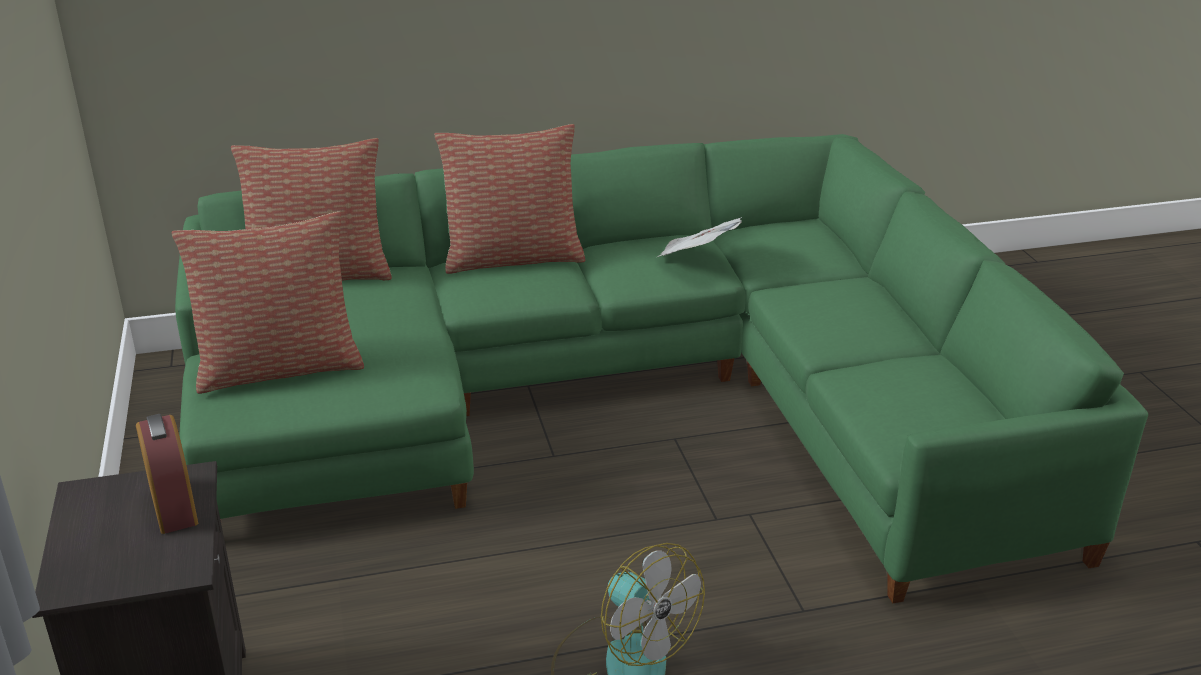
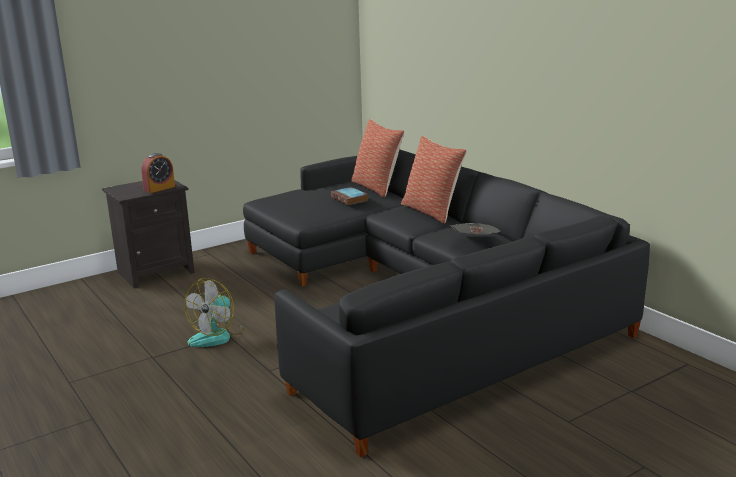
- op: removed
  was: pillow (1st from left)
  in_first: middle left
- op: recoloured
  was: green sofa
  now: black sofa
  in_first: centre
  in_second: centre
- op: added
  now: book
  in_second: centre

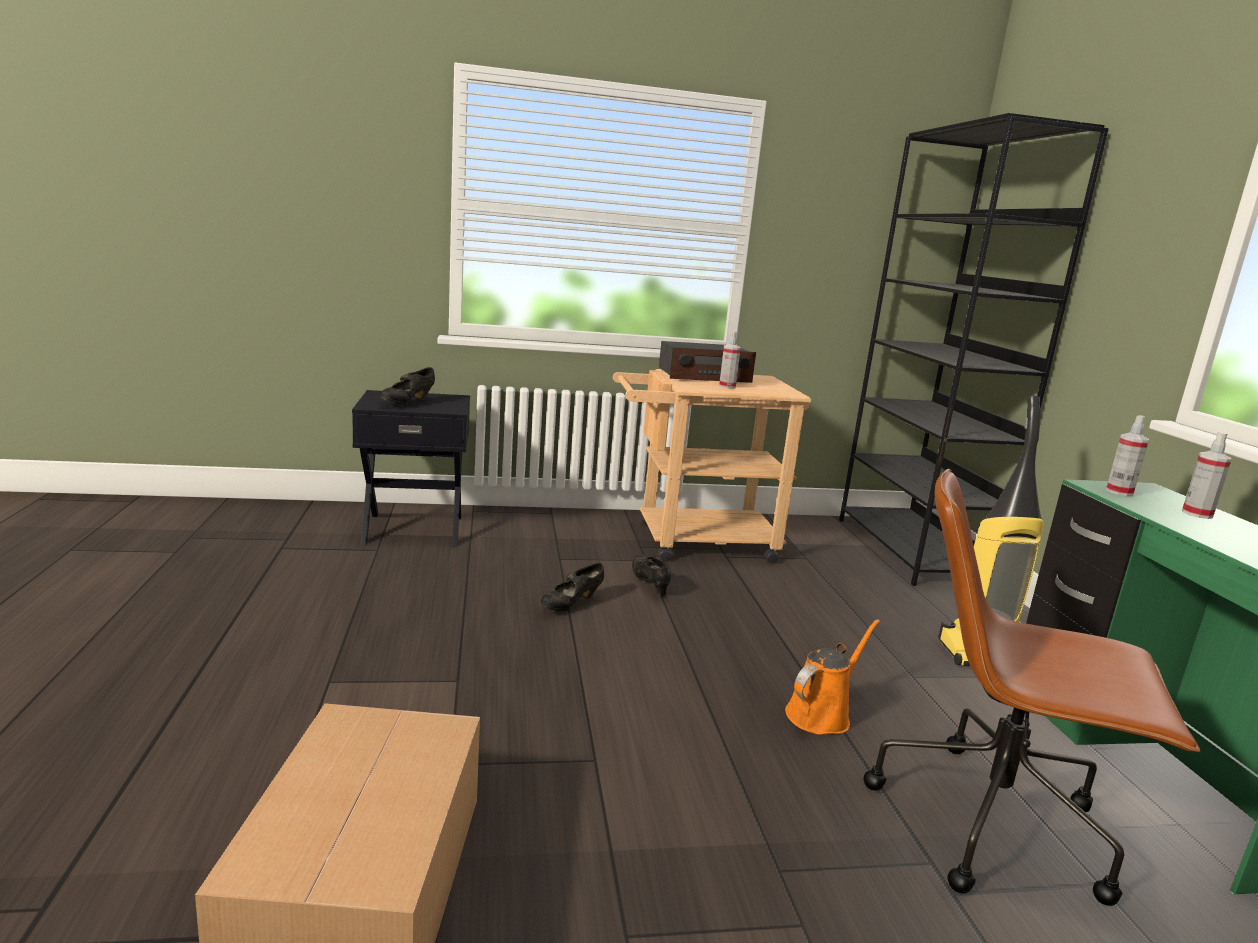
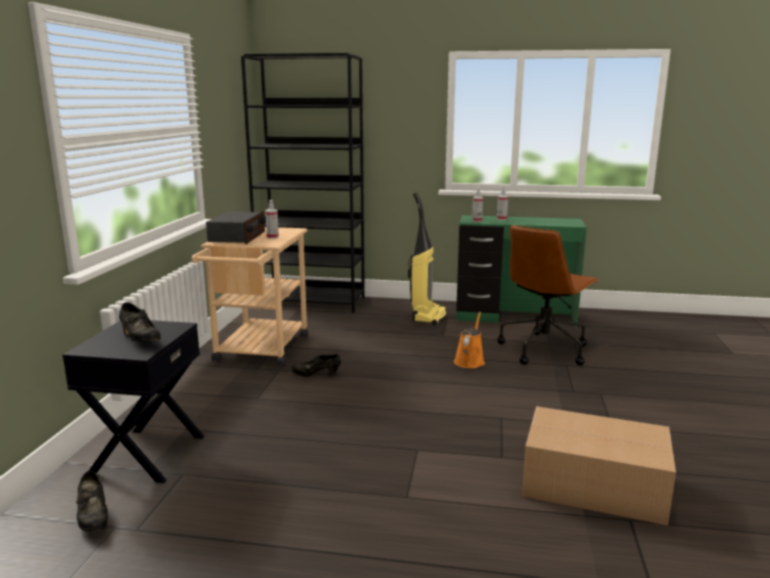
- op: moved
  was: black shoe (2nd from left in the first image)
  now: black shoe (1st from left)
  in_first: centre
  in_second: bottom left
- op: turned
  was: orange watering can
  in_first: bottom centre
  in_second: centre
  clockwise: 45

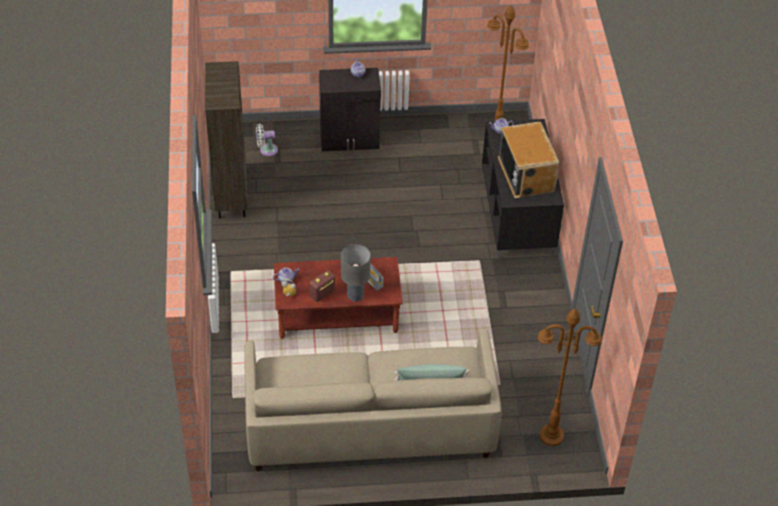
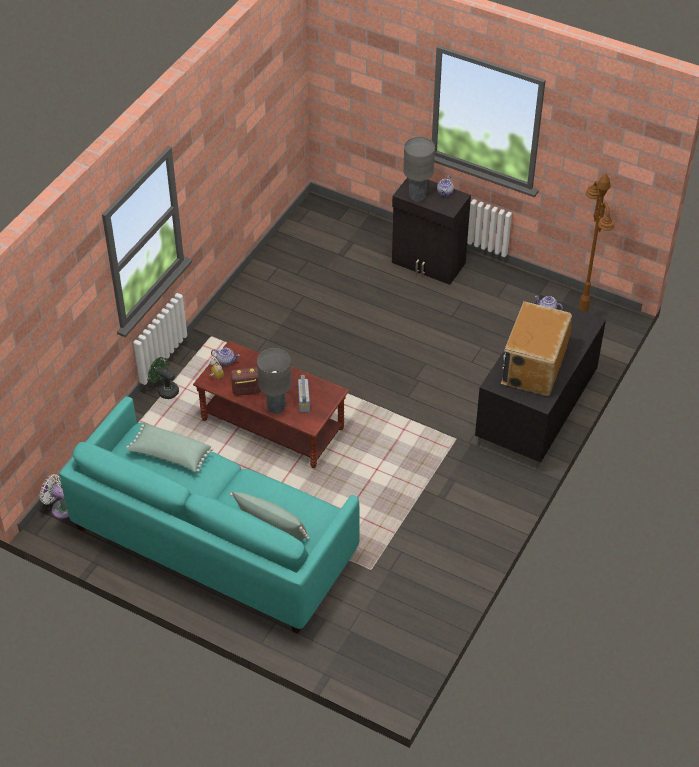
- op: removed
  was: brown bookcase
  in_first: top left
- op: recoloured
  was: beige sofa
  now: turquoise sofa
  in_first: bottom centre
  in_second: bottom left
- op: moved
  was: white fan
  in_first: top centre
  in_second: middle left
- op: removed
  was: brown floor lamp (2nd from left)
  in_first: bottom right
- op: added
  now: green pillow (1st from left)
  in_second: middle left
- op: added
  now: green fan
  in_second: middle left
- op: added
  now: grey table lamp (2nd from left)
  in_second: top centre

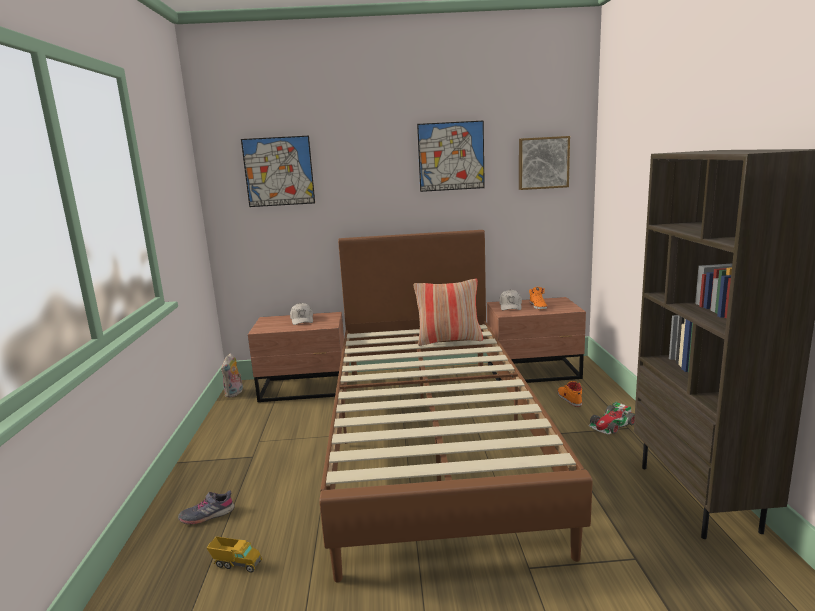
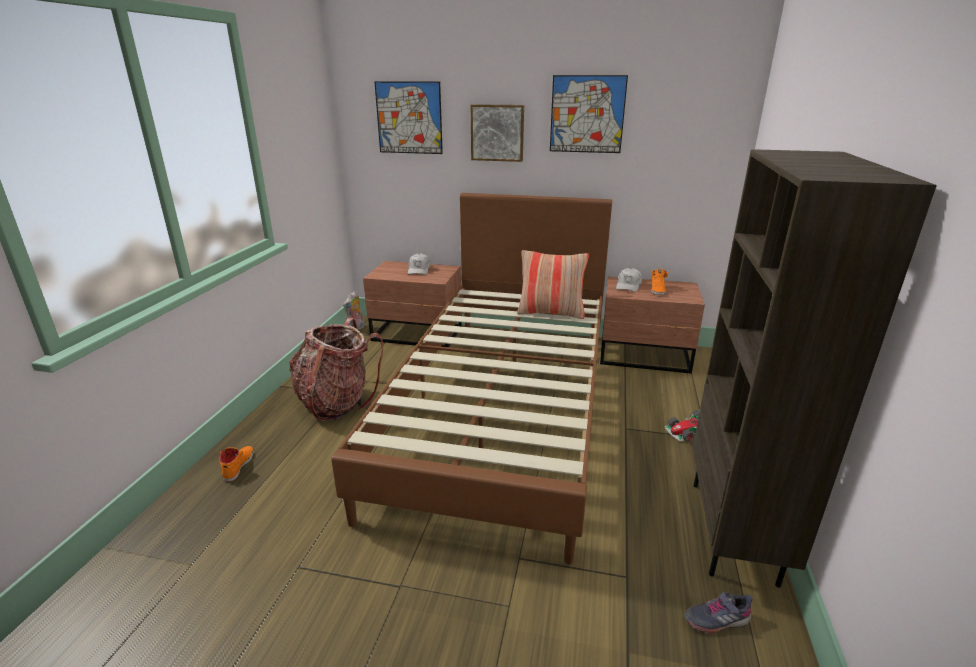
- op: moved
  was: grey shoe
  in_first: bottom left
  in_second: bottom right
- op: removed
  was: toy truck
  in_first: bottom left
- op: moved
  was: picture (3rd from left in the first image)
  now: picture (2nd from left)
  in_first: top right
  in_second: top centre
- op: moved
  was: orange shoe (2nd from left in the first image)
  now: orange shoe (1st from left)
  in_first: middle right
  in_second: bottom left
- op: added
  now: backpack
  in_second: centre

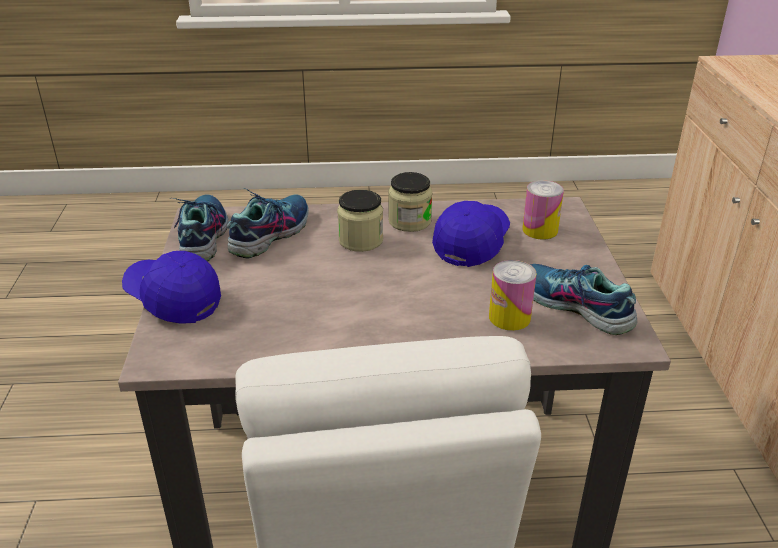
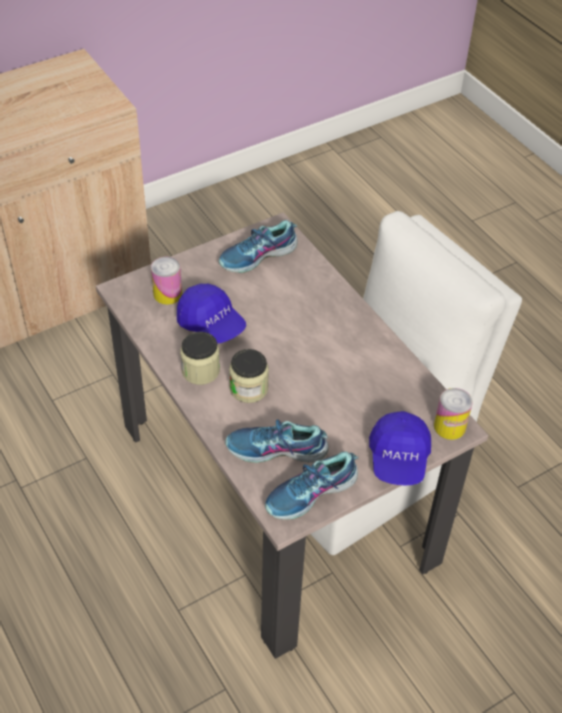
- op: turned
  was: blue cap (2nd from left in the first image)
  in_first: centre
  in_second: centre
  clockwise: -135
- op: moved
  was: can (1st from left in the first image)
  now: can (2nd from left)
  in_first: centre
  in_second: middle right
- op: turned
  was: shoe (3rd from left in the first image)
  in_first: middle right
  in_second: centre
  clockwise: 45

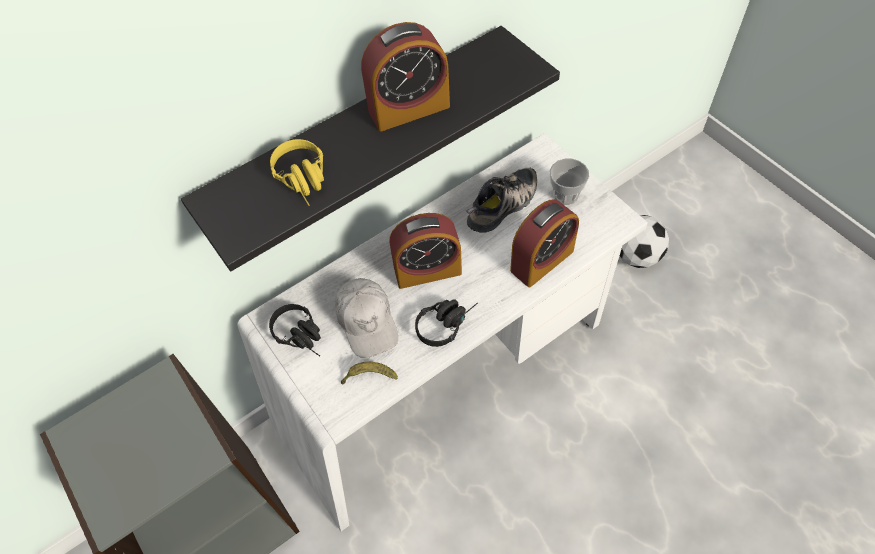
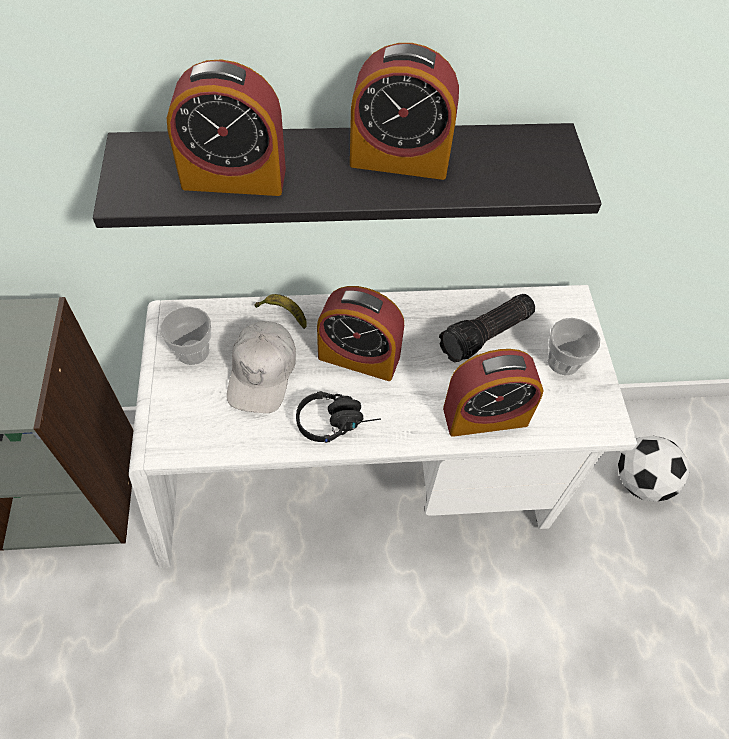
- op: replaced
  was: black headphones (1st from left)
  now: cup (1st from left)
  in_first: centre
  in_second: middle left
- op: replaced
  was: yellow headphones
  now: alarm clock (1st from left)
  in_first: top centre
  in_second: top left
- op: moved
  was: banana
  in_first: bottom centre
  in_second: centre
- op: replaced
  was: shoe
  now: flashlight
  in_first: centre
  in_second: middle right

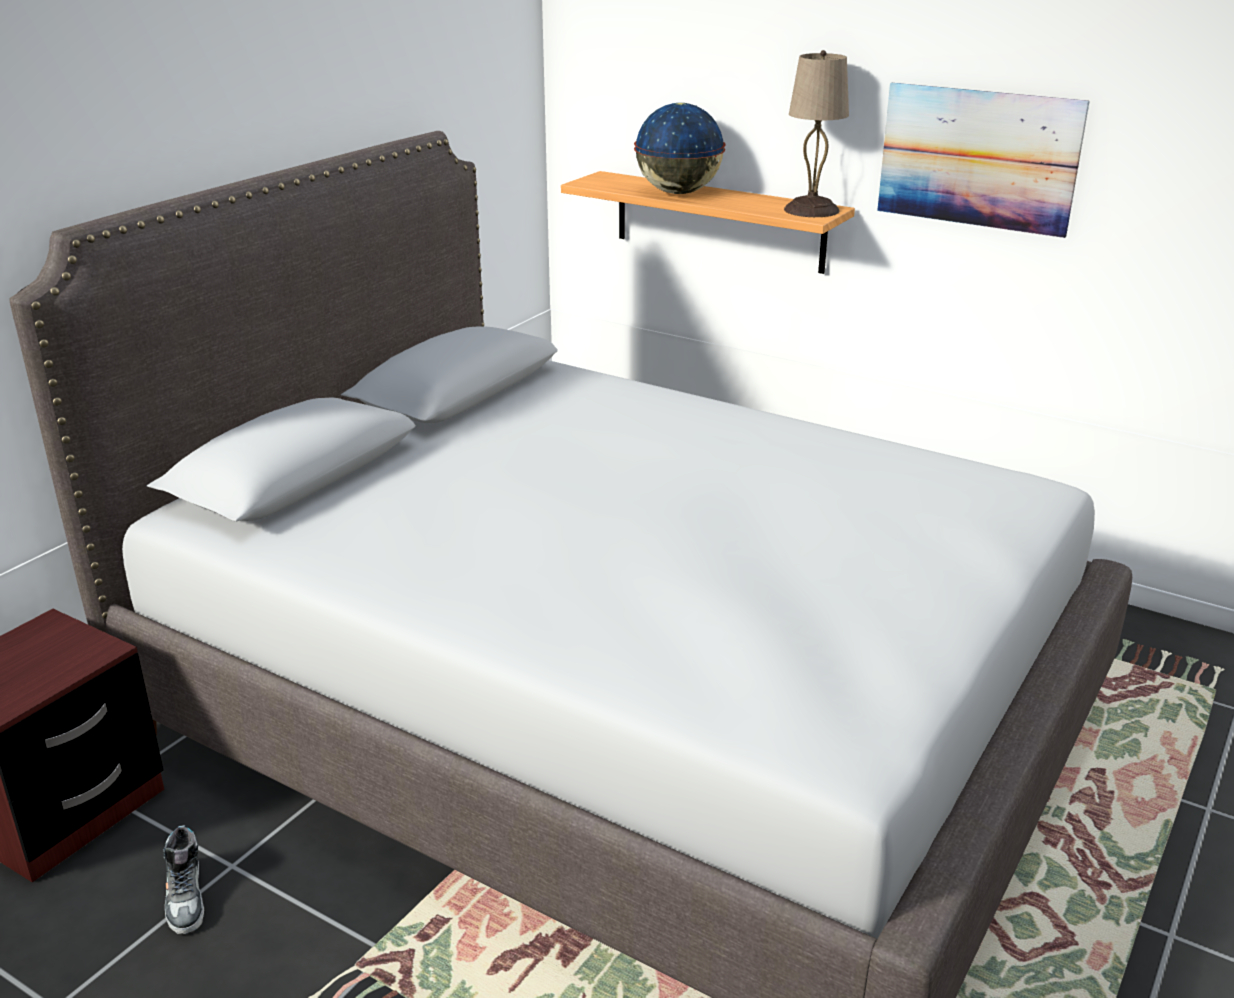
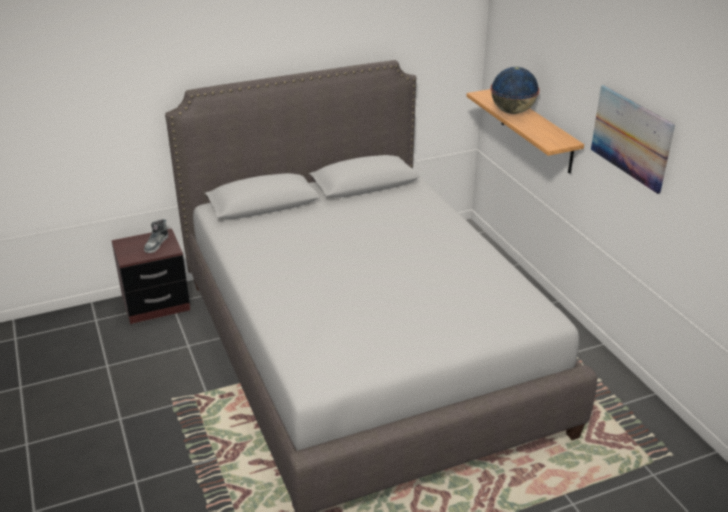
- op: moved
  was: shoe
  in_first: bottom left
  in_second: middle left
- op: removed
  was: beige table lamp
  in_first: top centre

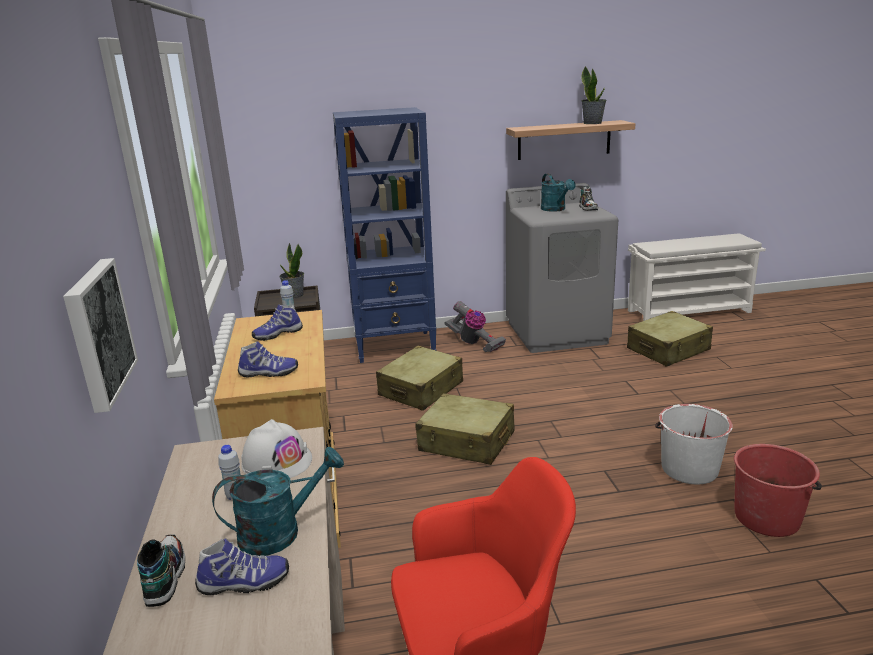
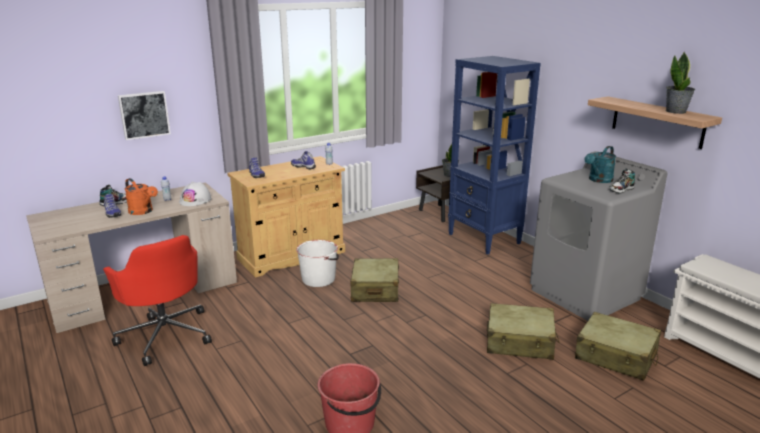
- op: recoloured
  was: turquoise watering can (1st from left)
  now: orange watering can
  in_first: bottom left
  in_second: middle left
- op: moved
  was: beige suitcase (1st from left in the first image)
  now: beige suitcase (2nd from left)
  in_first: centre
  in_second: bottom right
- op: removed
  was: vacuum cleaner
  in_first: centre
- op: moved
  was: white bucket
  in_first: bottom right
  in_second: centre

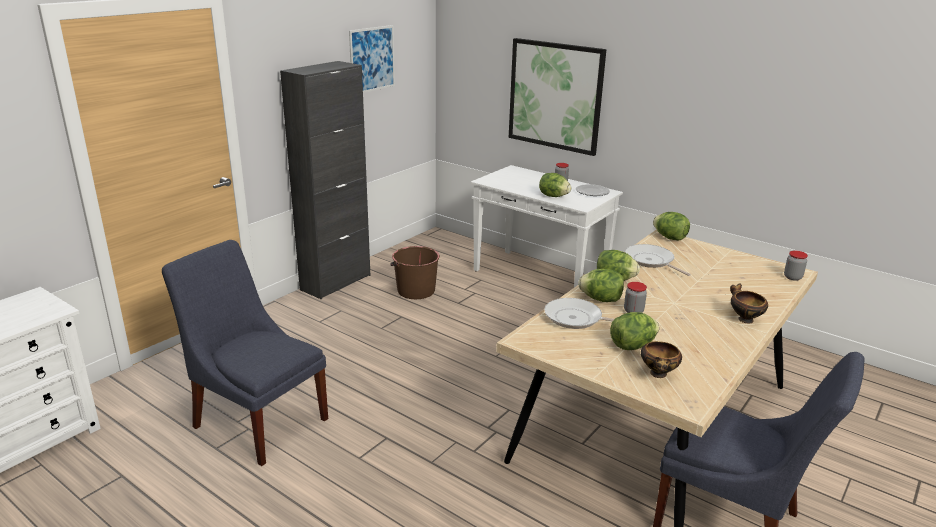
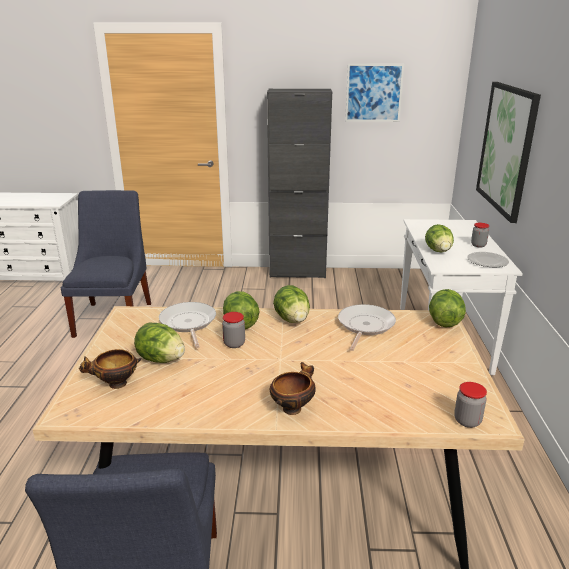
- op: removed
  was: brown bucket
  in_first: centre

